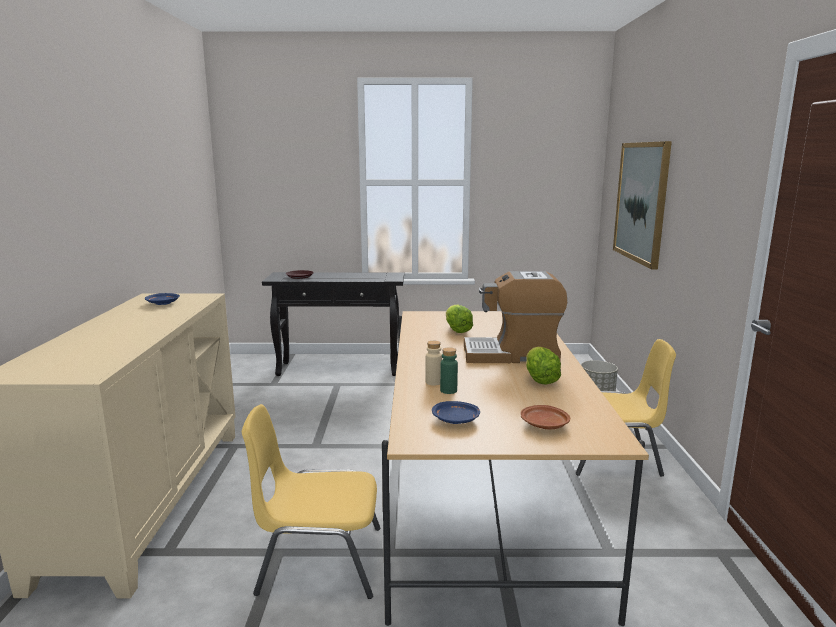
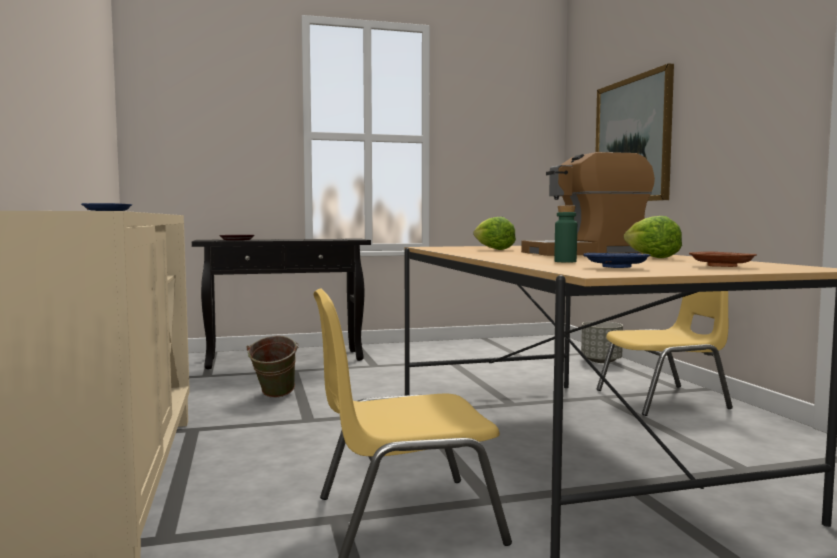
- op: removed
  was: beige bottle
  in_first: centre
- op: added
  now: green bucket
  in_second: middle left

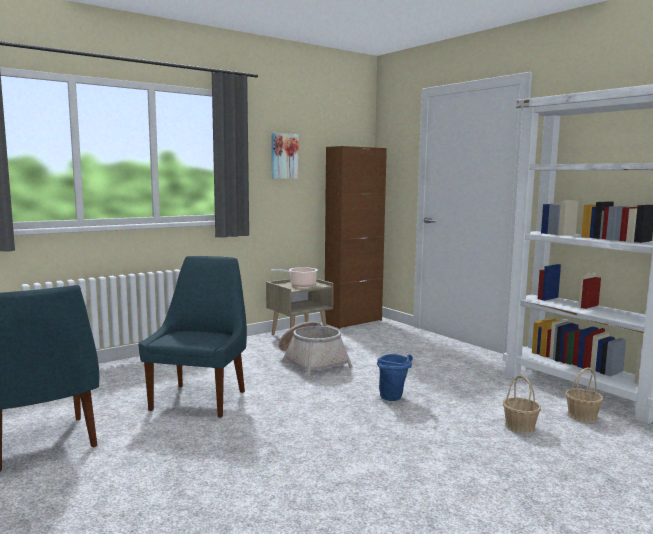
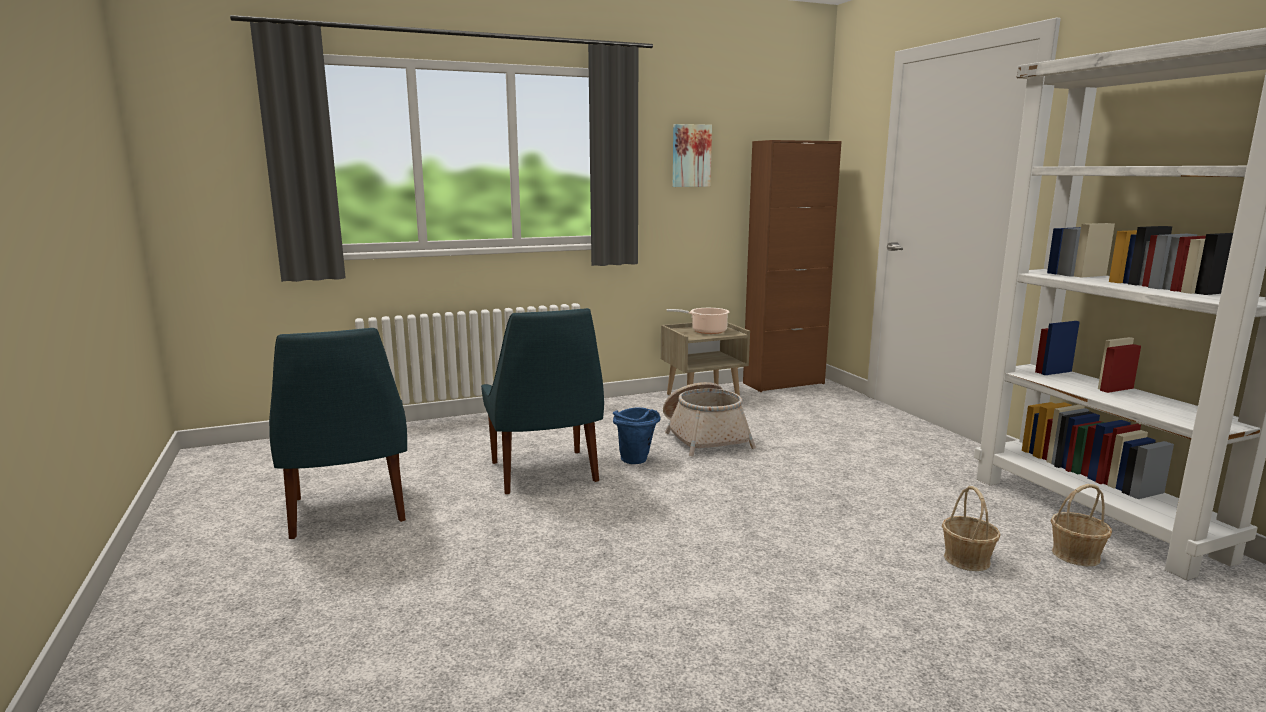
- op: turned
  was: blue chair (2nd from left)
  in_first: middle left
  in_second: centre
  clockwise: 135
- op: moved
  was: blue bucket
  in_first: bottom centre
  in_second: centre

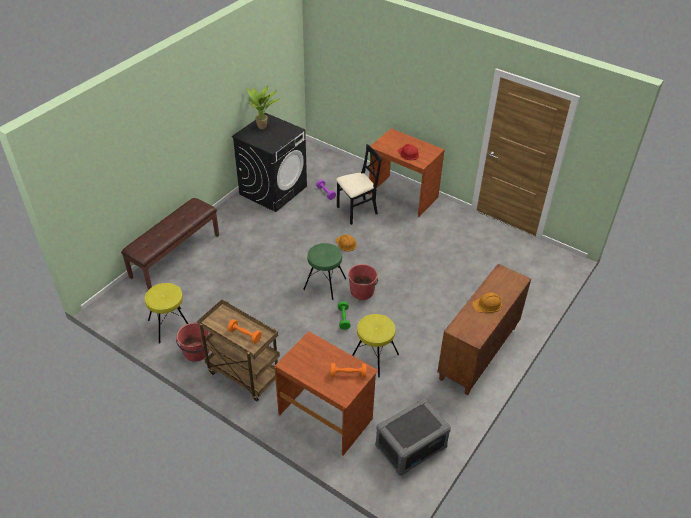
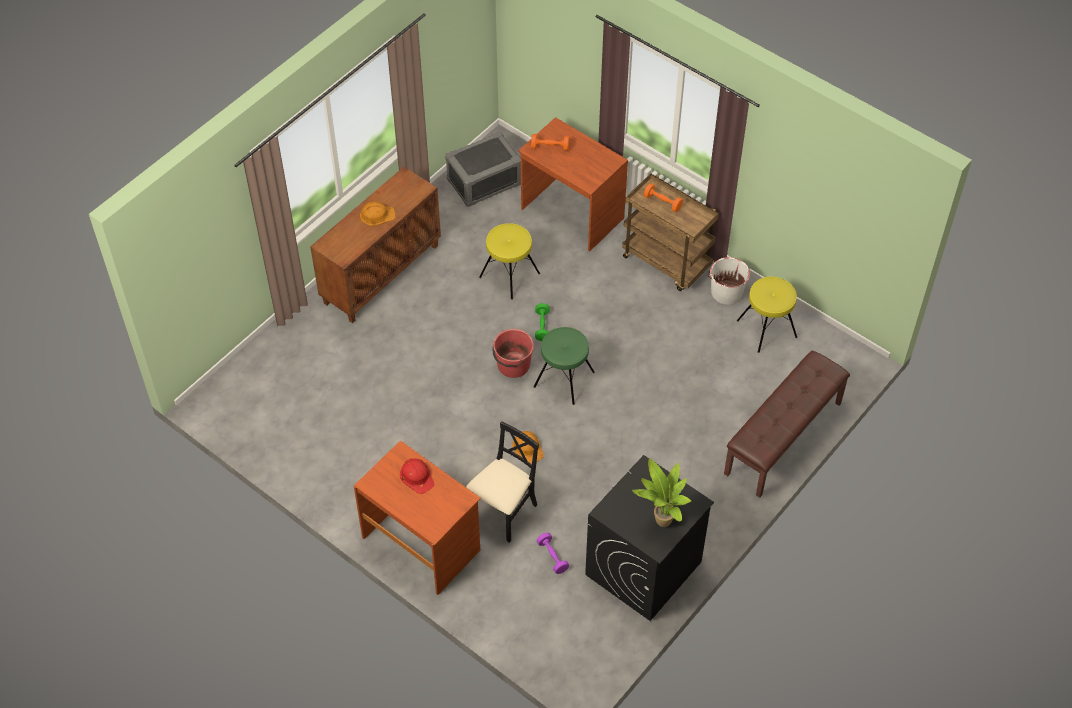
- op: recoloured
  was: red bucket (1st from left)
  now: white bucket
  in_first: middle left
  in_second: middle right
- op: turned
  was: black chair
  in_first: centre
  in_second: bottom centre
  clockwise: 150

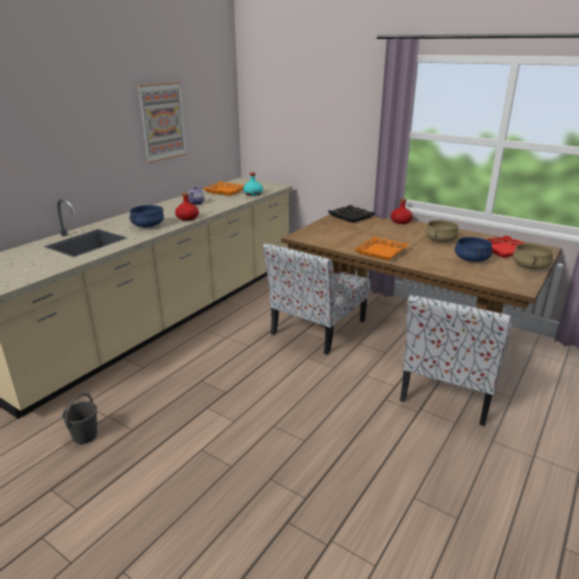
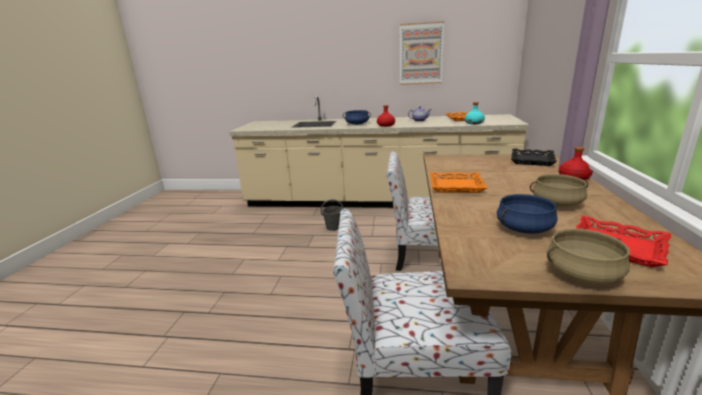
- op: moved
  was: grey bucket
  in_first: bottom left
  in_second: centre

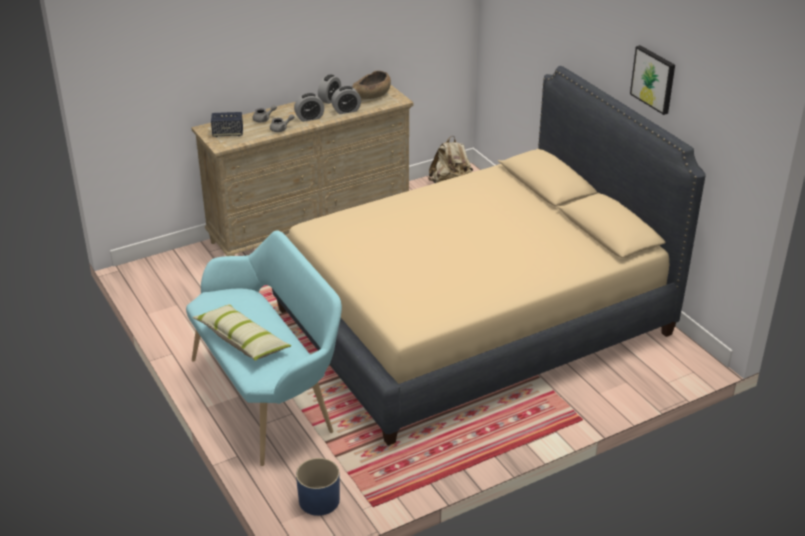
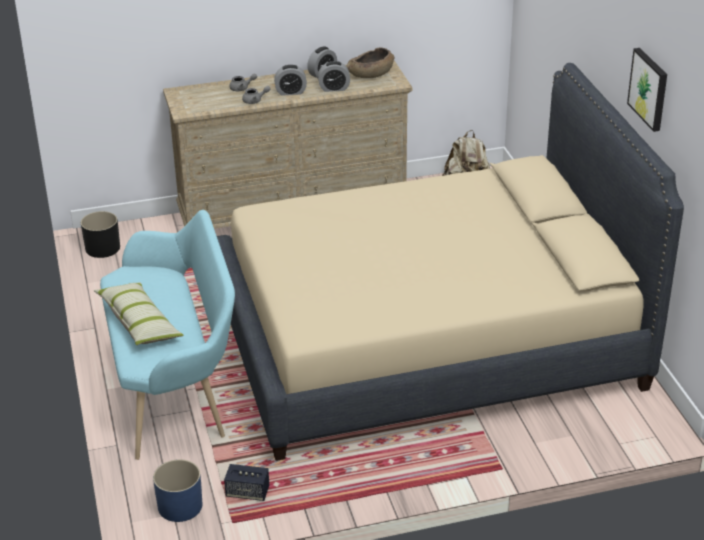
- op: moved
  was: speaker
  in_first: top left
  in_second: bottom centre
- op: added
  now: black planter
  in_second: middle left

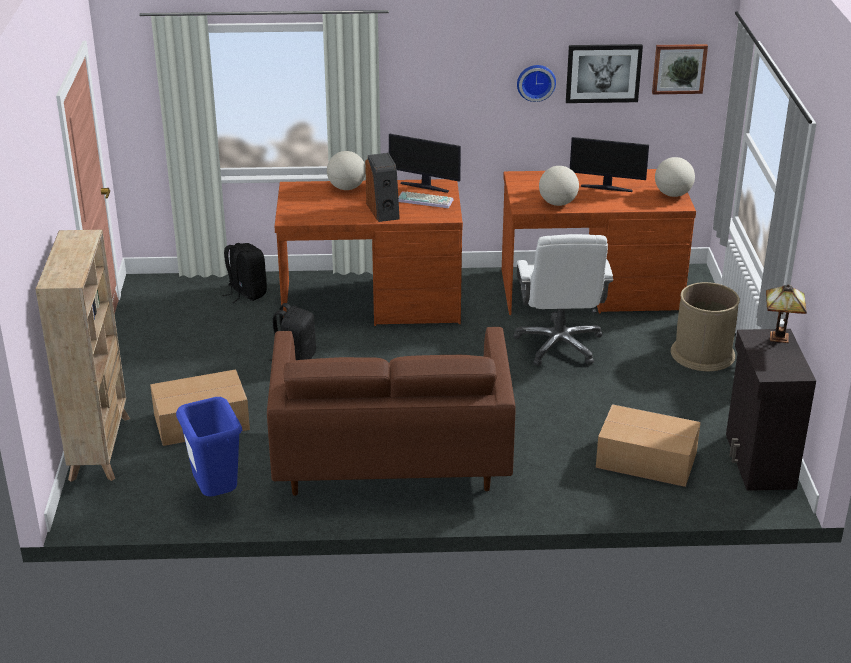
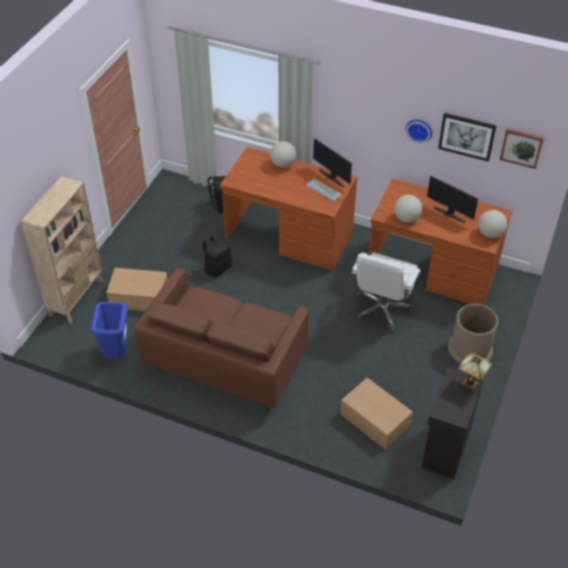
- op: removed
  was: speaker
  in_first: top centre

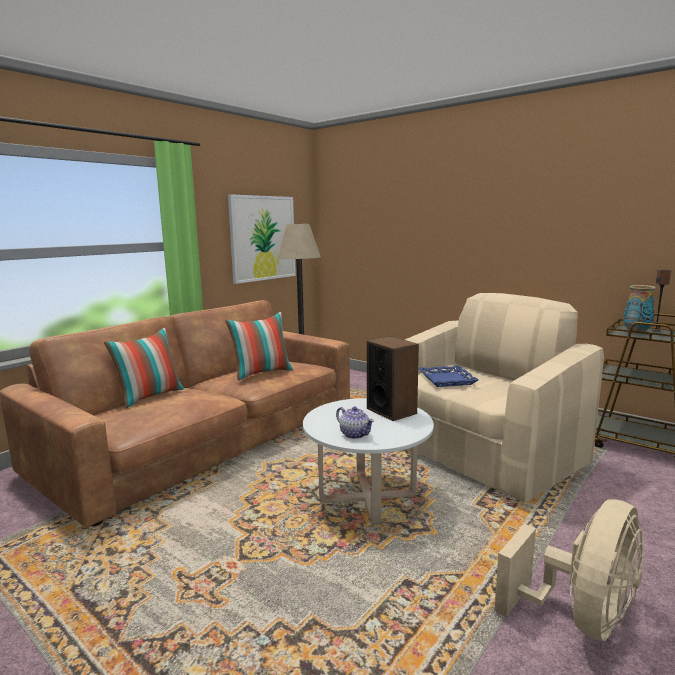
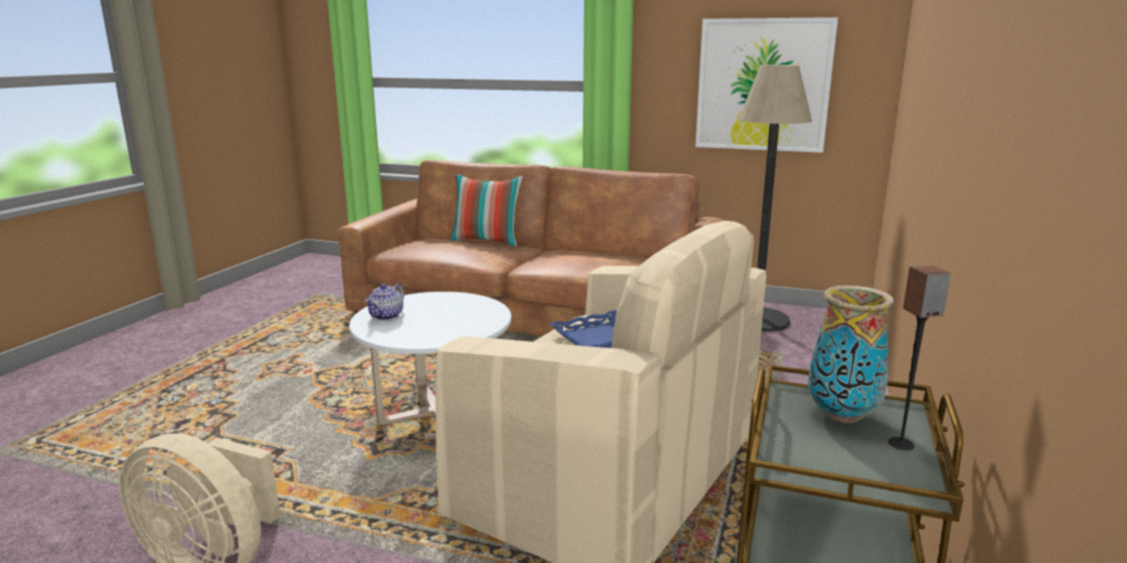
- op: removed
  was: pillow (2nd from left)
  in_first: centre
- op: removed
  was: speaker (1st from left)
  in_first: centre

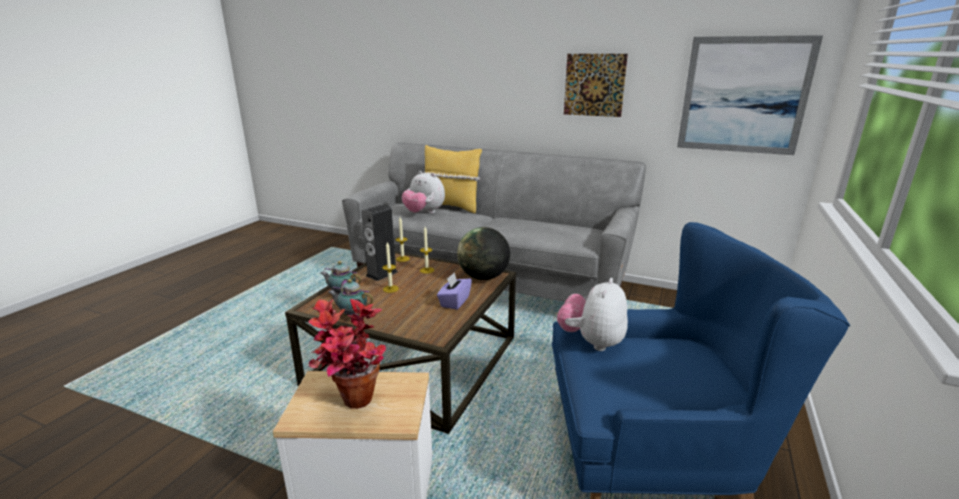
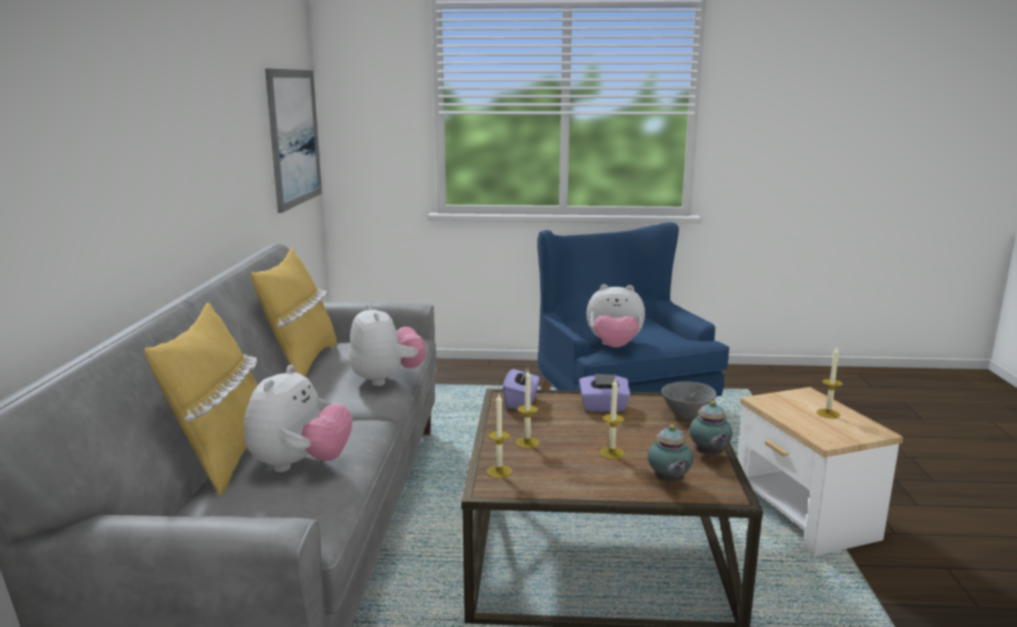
- op: replaced
  was: potted plant
  now: candle (4th from left)
  in_first: bottom centre
  in_second: middle right
- op: removed
  was: speaker
  in_first: centre
- op: replaced
  was: globe
  now: purple tissue box (1st from left)
  in_first: centre
  in_second: centre
- op: removed
  was: picture (1st from left)
  in_first: top centre
- op: added
  now: yellow pillow (2nd from left)
  in_second: middle left
- op: added
  now: plush toy (2nd from left)
  in_second: centre
- op: added
  now: grey bowl
  in_second: middle right

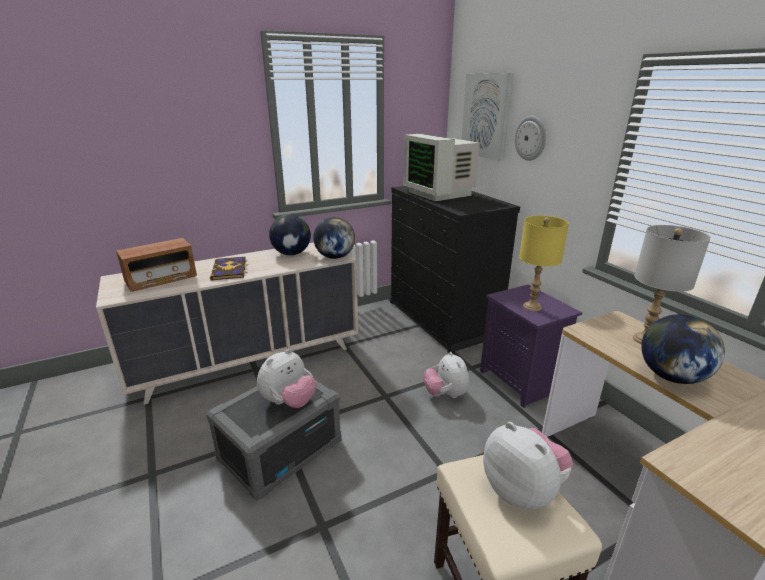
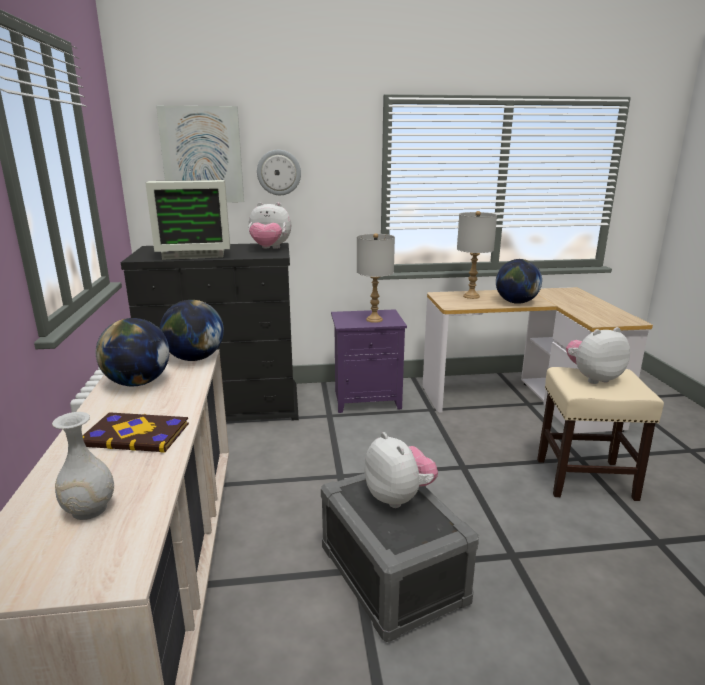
- op: replaced
  was: radio
  now: white vase
  in_first: middle left
  in_second: bottom left
- op: moved
  was: plush toy (2nd from left in the first image)
  now: plush toy (1st from left)
  in_first: centre
  in_second: top centre
- op: recoloured
  was: yellow table lamp
  now: grey table lamp (1st from left)
  in_first: middle right
  in_second: centre

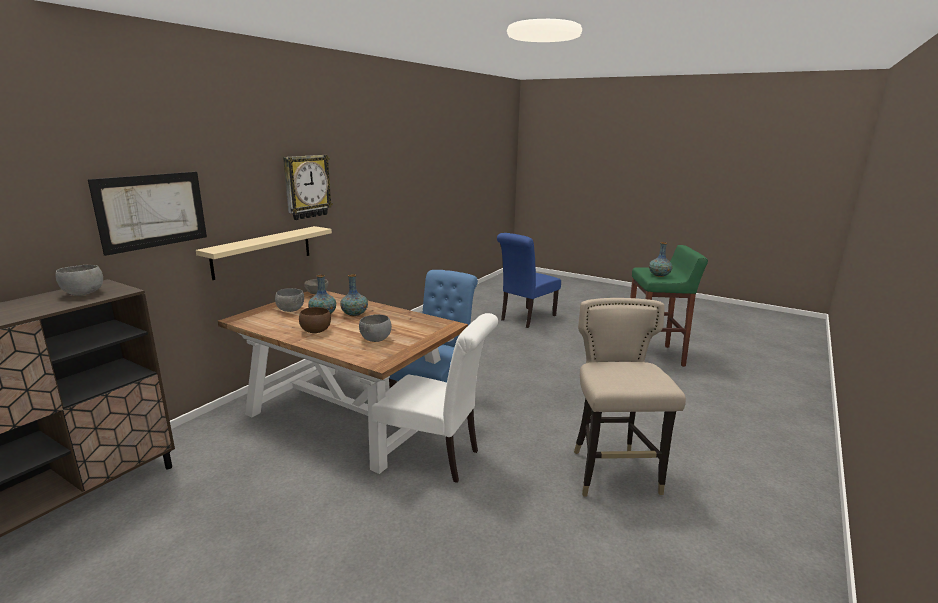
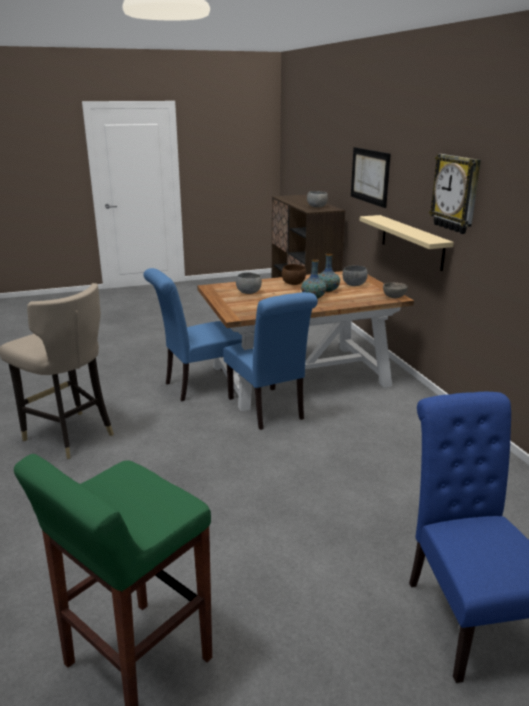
- op: recoloured
  was: white chair
  now: blue chair (1st from left)
  in_first: centre
  in_second: centre
- op: removed
  was: vase (3rd from left)
  in_first: middle right

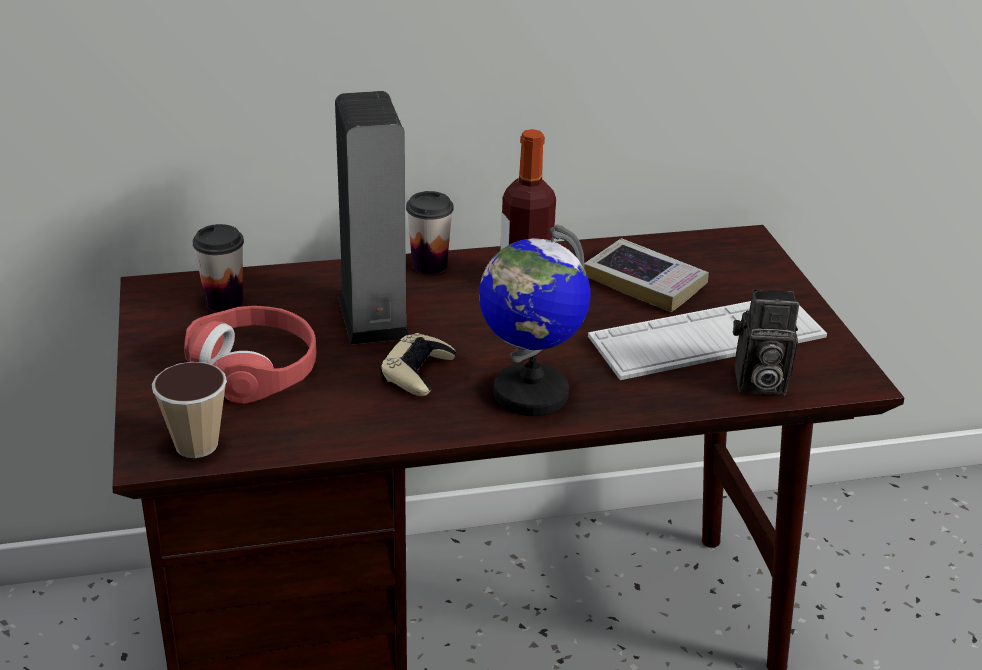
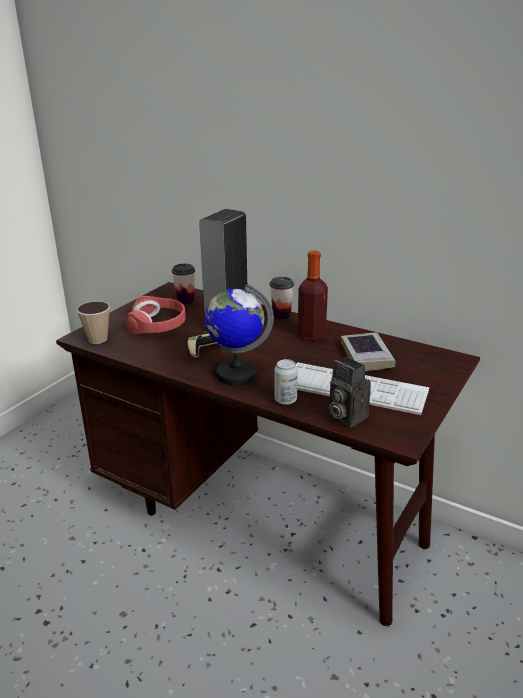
- op: added
  now: can
  in_second: centre

